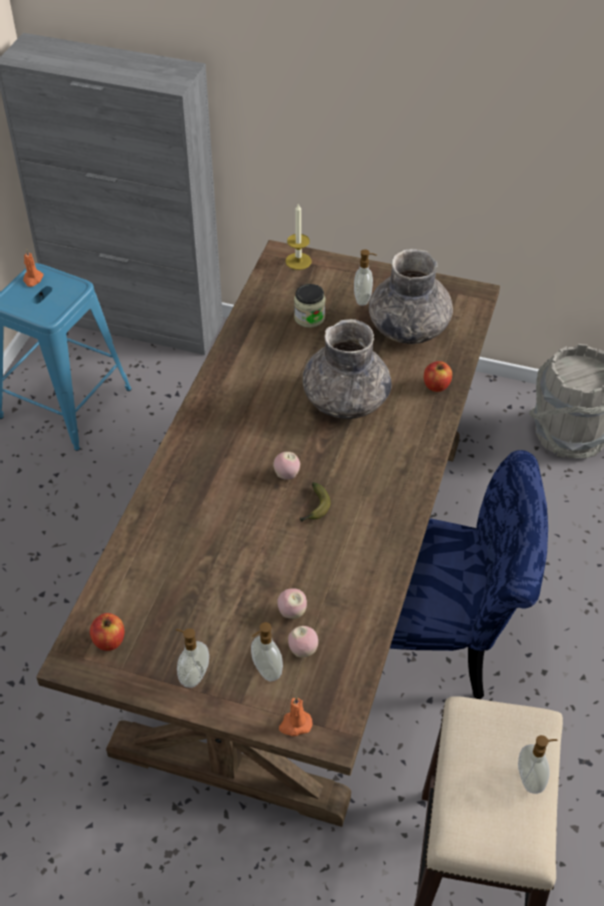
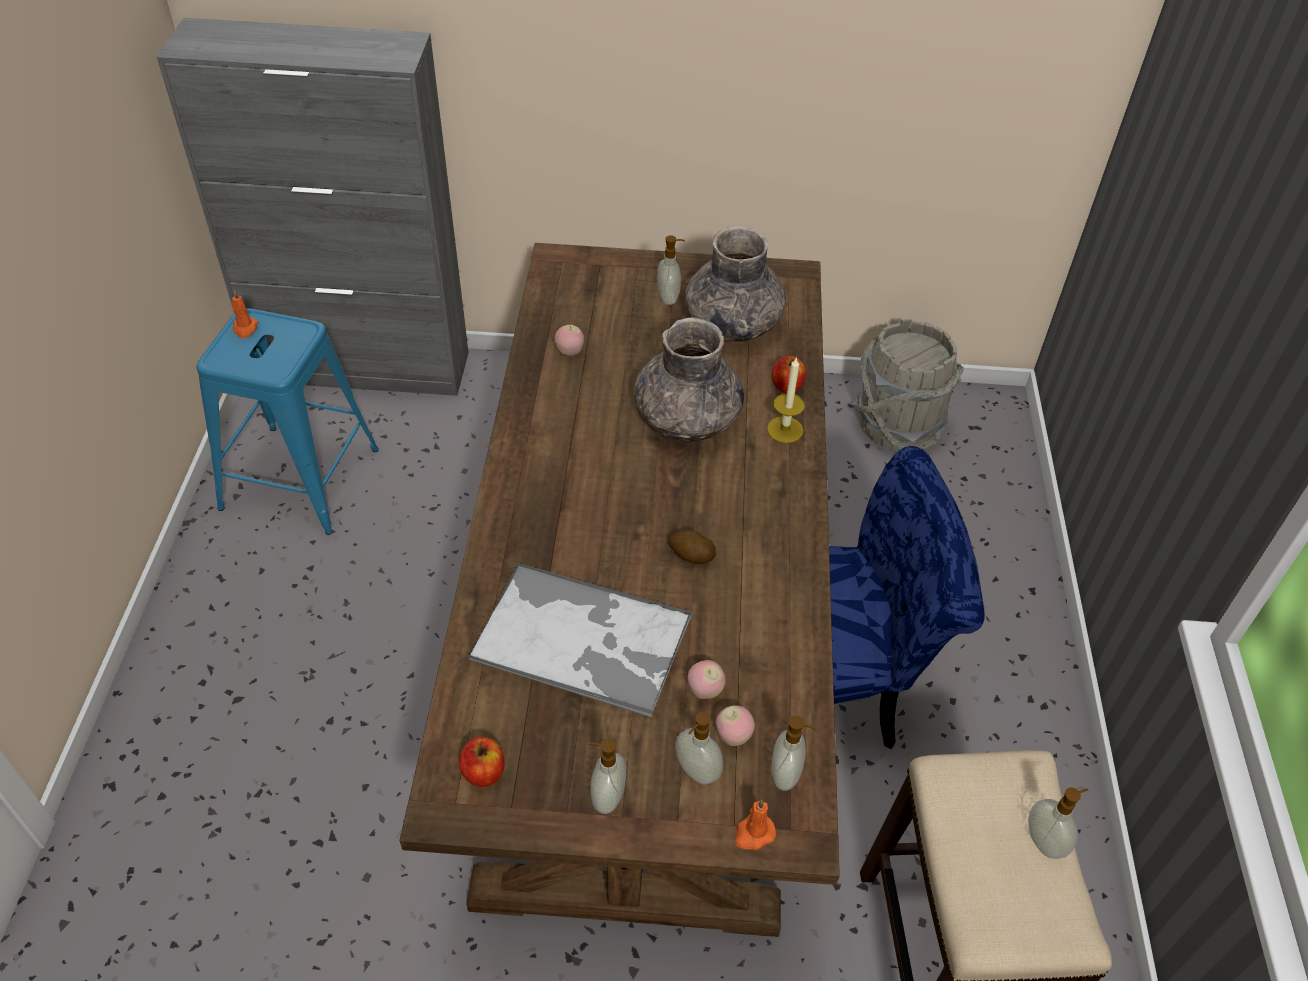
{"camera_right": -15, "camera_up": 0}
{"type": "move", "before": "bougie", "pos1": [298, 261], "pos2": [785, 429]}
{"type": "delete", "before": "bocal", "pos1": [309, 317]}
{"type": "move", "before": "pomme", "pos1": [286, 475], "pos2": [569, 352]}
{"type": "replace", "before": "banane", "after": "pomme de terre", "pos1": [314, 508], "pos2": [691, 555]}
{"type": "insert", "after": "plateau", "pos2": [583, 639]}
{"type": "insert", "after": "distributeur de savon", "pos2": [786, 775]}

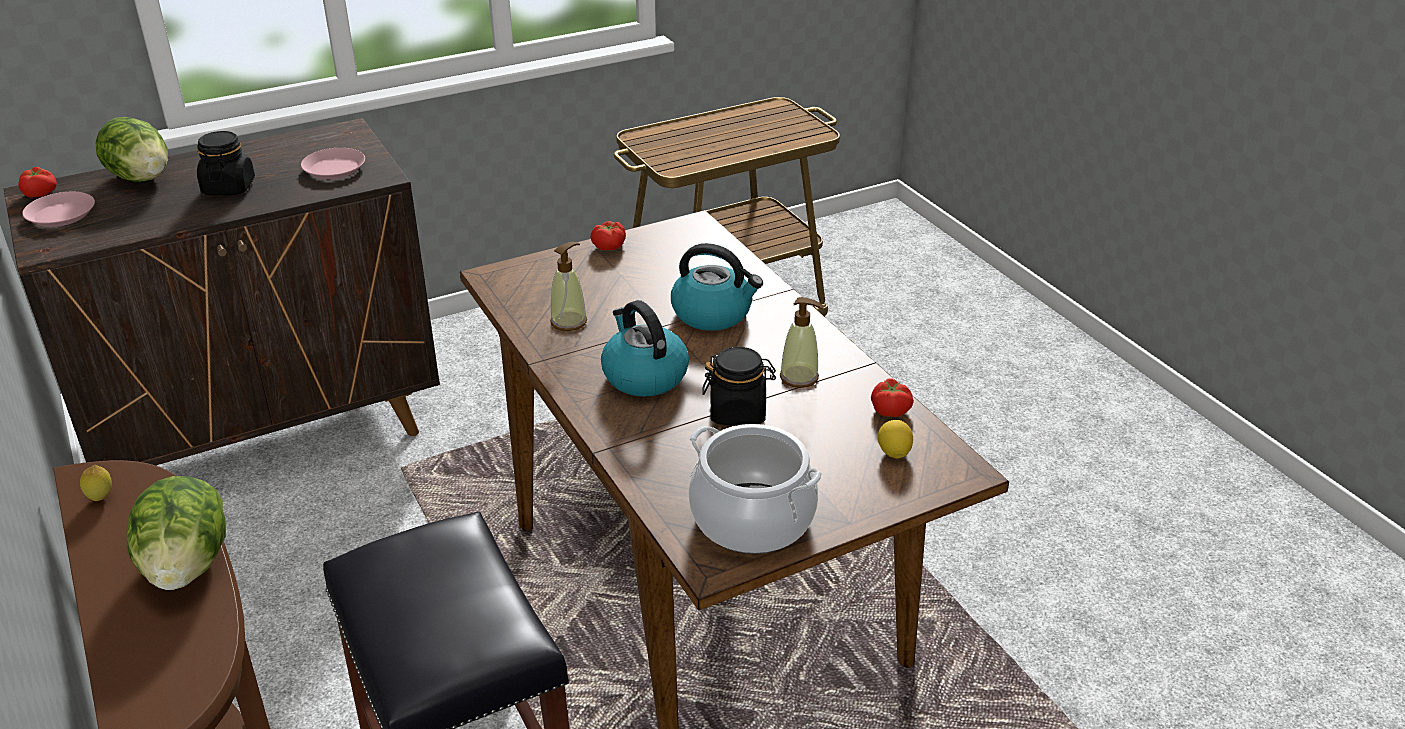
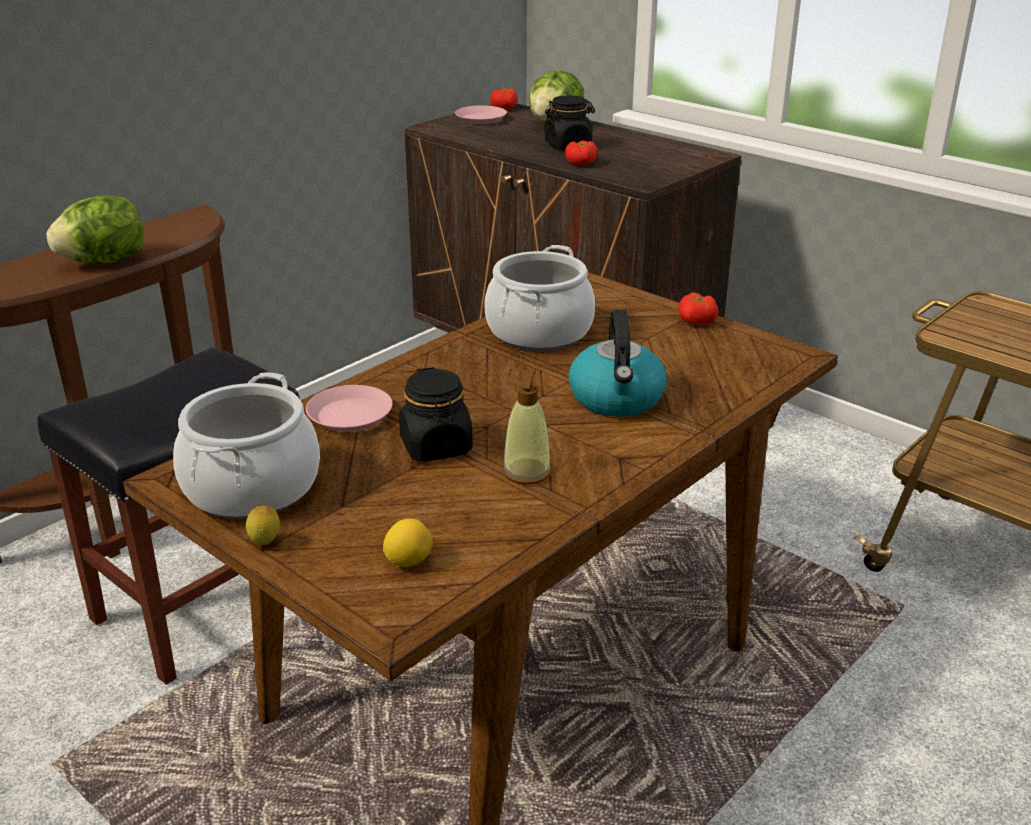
{"camera_right": 70, "camera_up": -5}
{"type": "move", "before": "assiette/rose", "pos1": [334, 168], "pos2": [350, 415]}
{"type": "replace", "before": "distributeur de savon", "after": "marmite", "pos1": [569, 321], "pos2": [538, 332]}
{"type": "delete", "before": "bouilloire", "pos1": [643, 375]}
{"type": "move", "before": "tomate", "pos1": [891, 410], "pos2": [581, 164]}
{"type": "move", "before": "citron", "pos1": [101, 498], "pos2": [265, 544]}

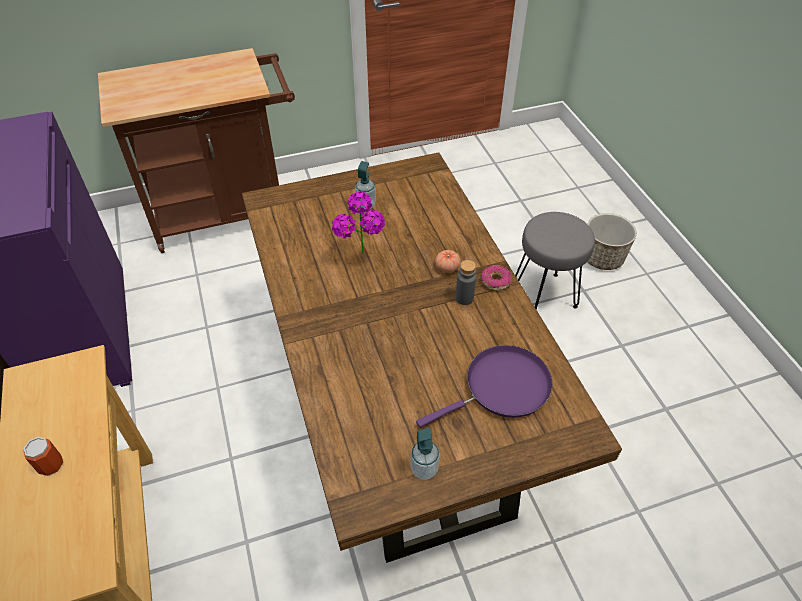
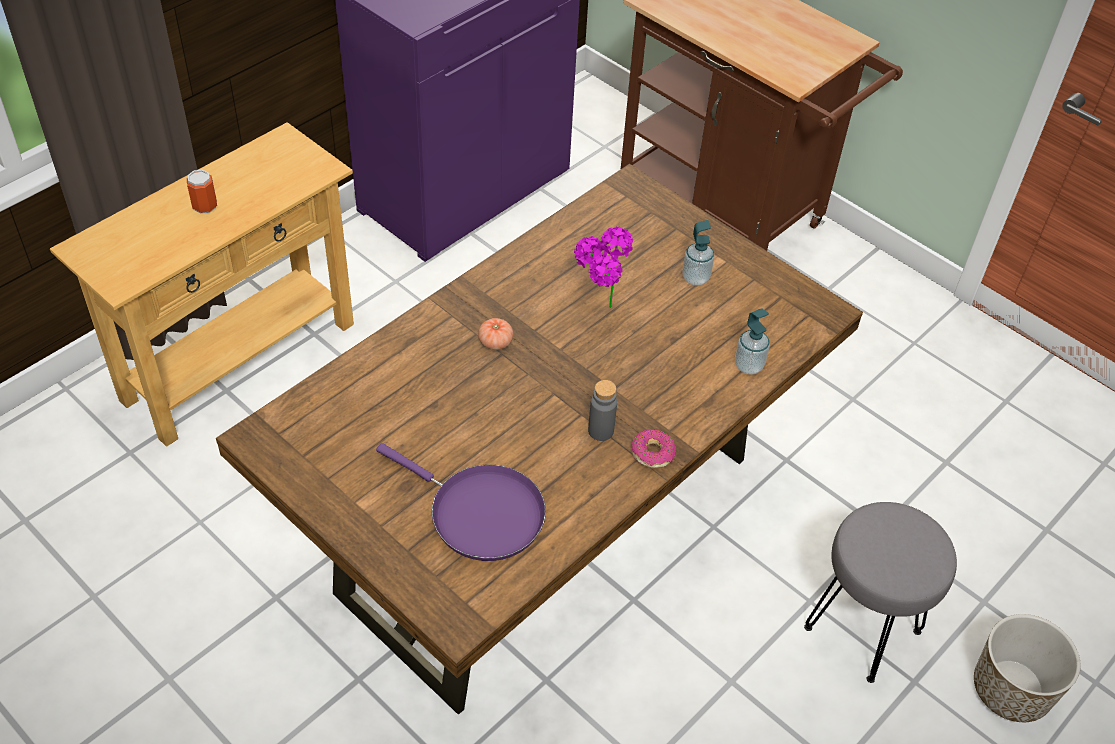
{"camera_right": 60, "camera_up": 0}
{"type": "move", "before": "tomate", "pos1": [447, 267], "pos2": [495, 342]}
{"type": "move", "before": "distributeur de savon", "pos1": [424, 469], "pos2": [748, 366]}

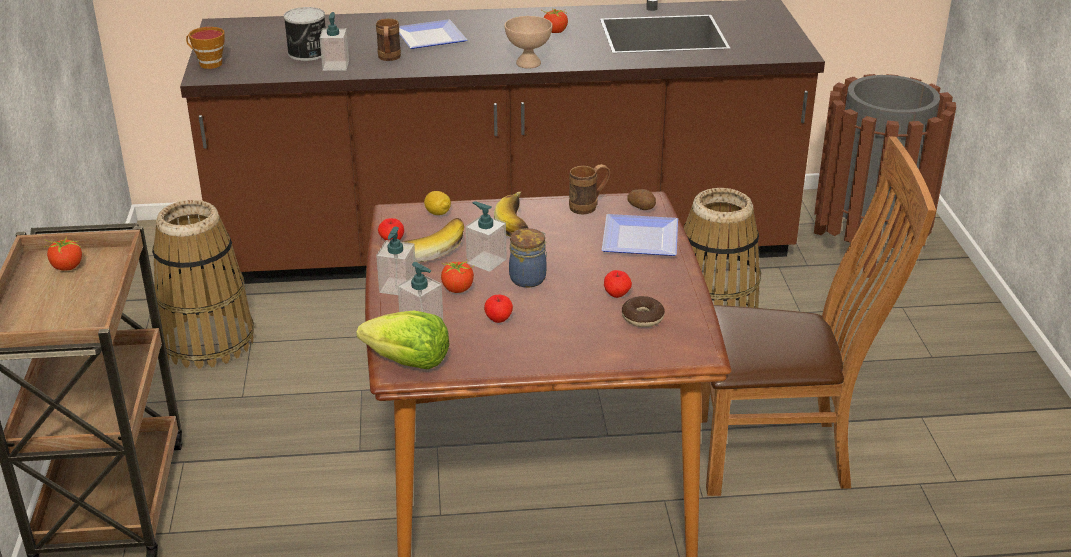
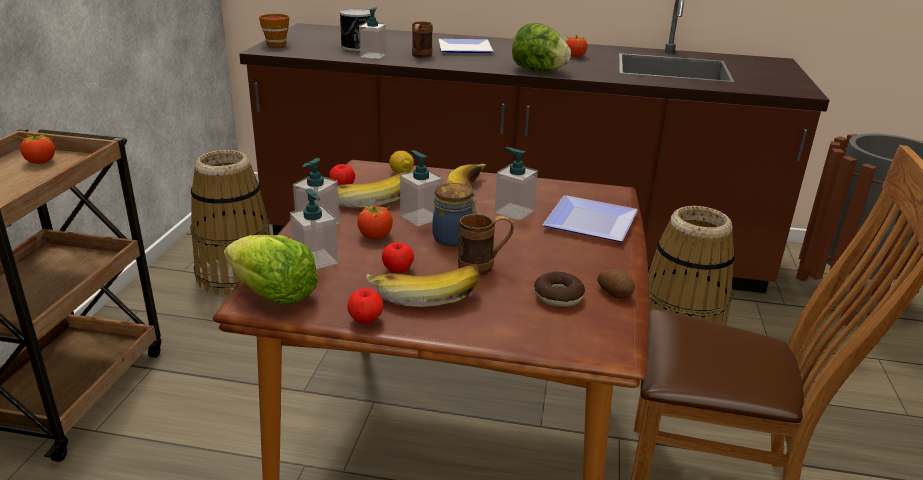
{"camera_right": 15, "camera_up": -5}
{"type": "replace", "before": "bol/beige", "after": "laitue", "pos1": [528, 63], "pos2": [538, 71]}
{"type": "move", "before": "mug/marron", "pos1": [589, 206], "pos2": [484, 267]}
{"type": "move", "before": "pomme de terre", "pos1": [641, 207], "pos2": [615, 293]}
{"type": "move", "before": "pomme", "pos1": [617, 294], "pos2": [366, 320]}
{"type": "insert", "after": "distributeur de savon", "pos2": [514, 211]}
{"type": "insert", "after": "banane", "pos2": [425, 293]}

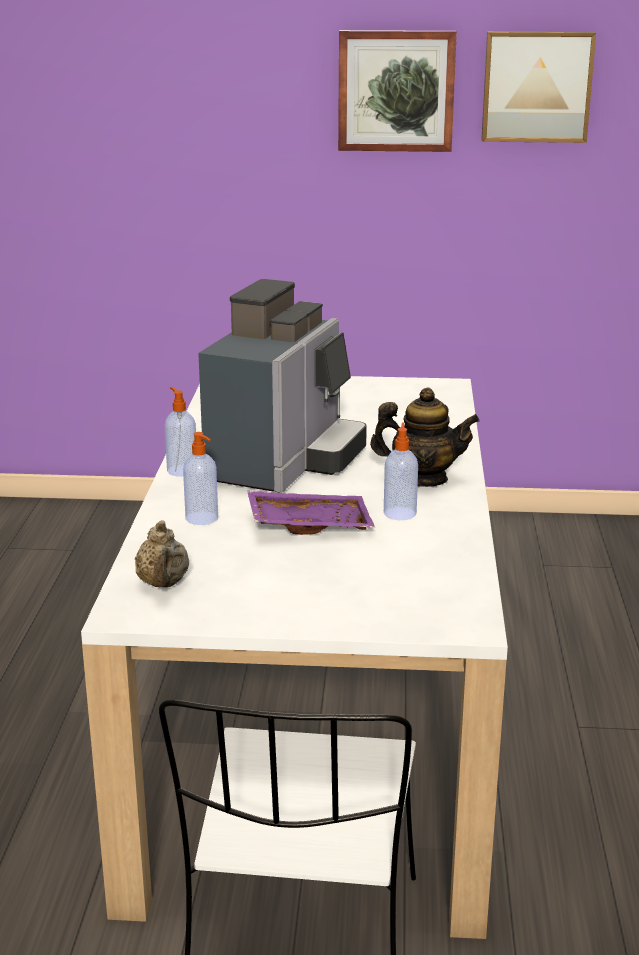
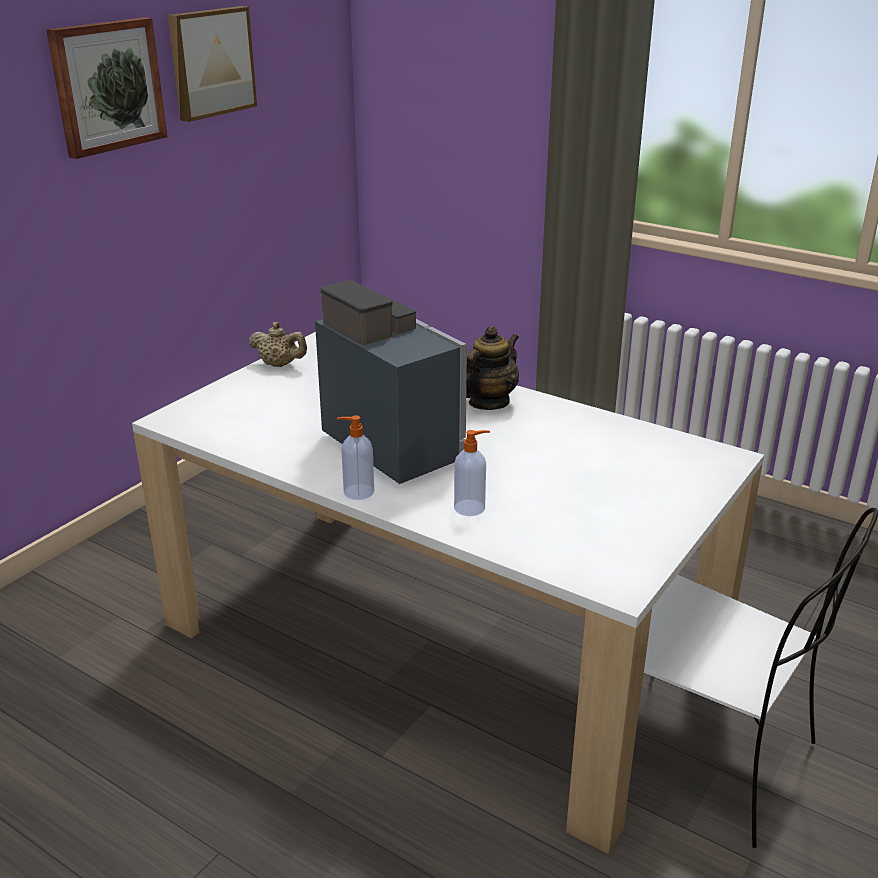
{"camera_right": -60, "camera_up": 5}
{"type": "delete", "before": "distributeur de savon", "pos1": [400, 513]}
{"type": "delete", "before": "plateau/violet", "pos1": [309, 524]}
{"type": "move", "before": "théière/beige", "pos1": [163, 584], "pos2": [280, 365]}

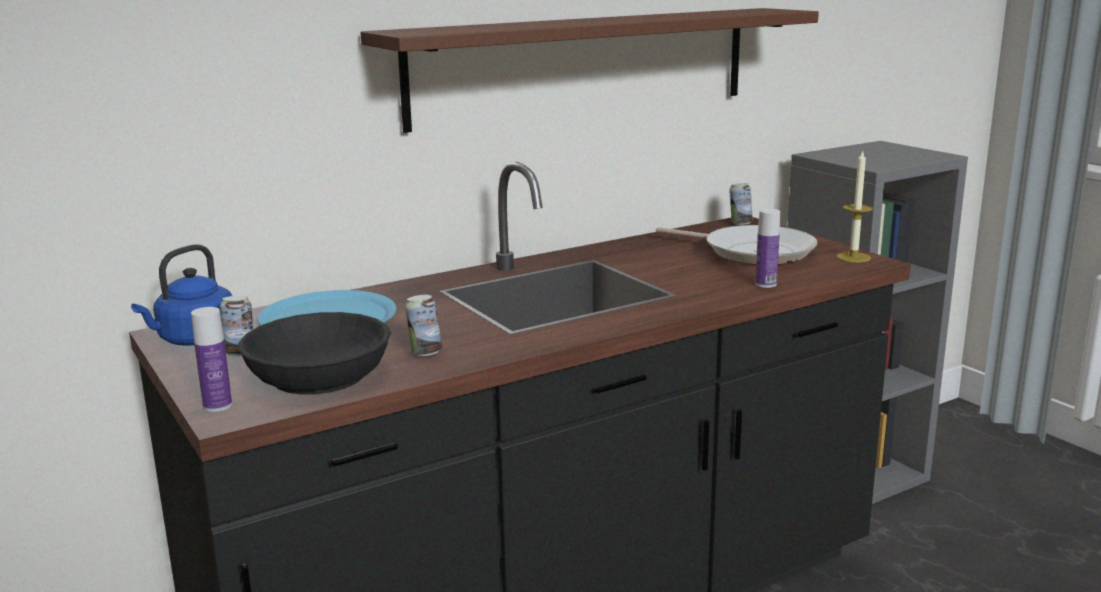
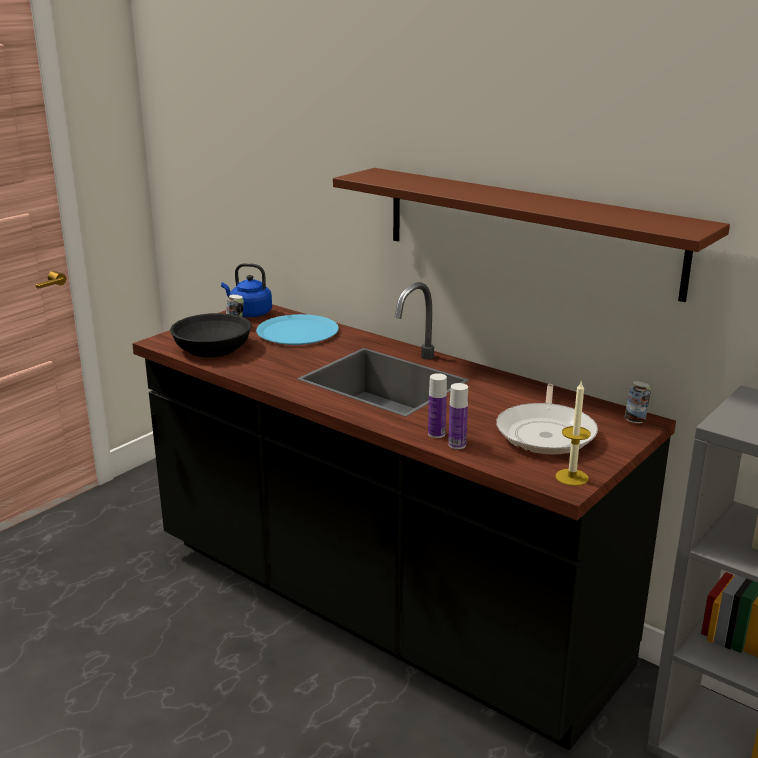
{"camera_right": 70, "camera_up": 5}
{"type": "delete", "before": "boîte métallique", "pos1": [425, 353]}
{"type": "move", "before": "bouteille", "pos1": [217, 406], "pos2": [436, 434]}

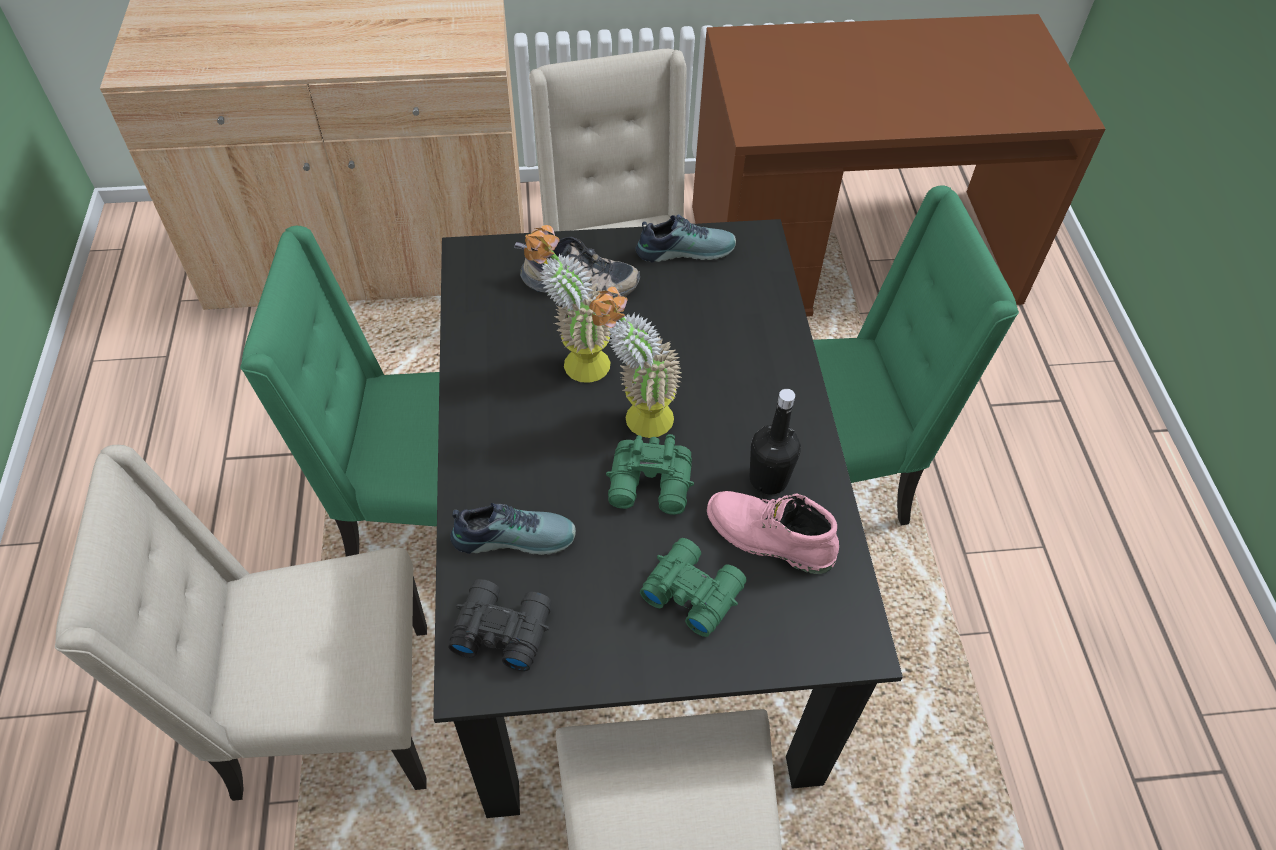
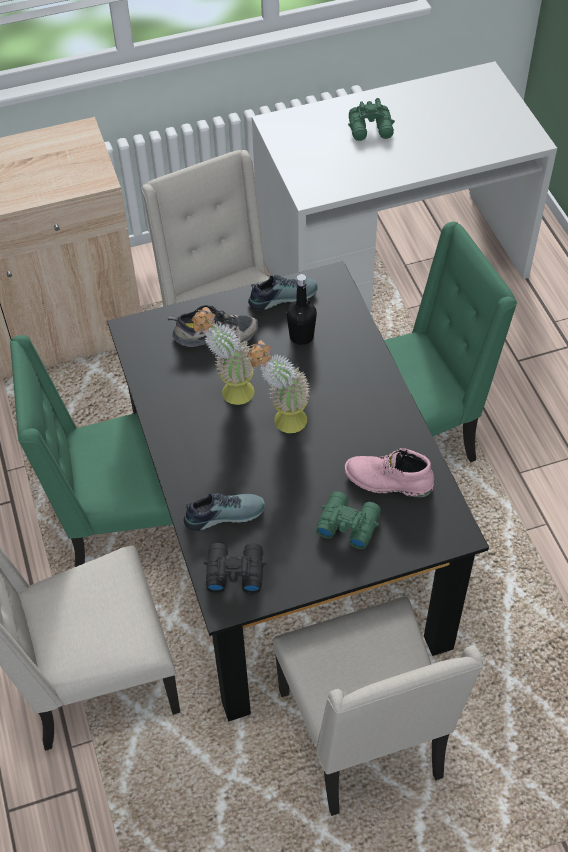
{"camera_right": -10, "camera_up": 0}
{"type": "recolor", "before": "bureau/marron", "after": "bureau/blanc", "pos1": [852, 253], "pos2": [391, 261]}
{"type": "move", "before": "bouteille/noir", "pos1": [768, 479], "pos2": [301, 336]}
{"type": "move", "before": "jumelles/vert", "pos1": [651, 486], "pos2": [371, 129]}

